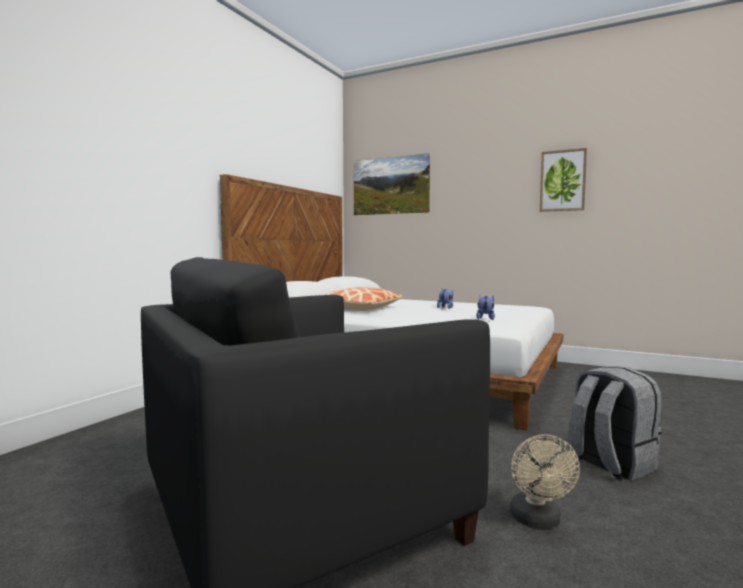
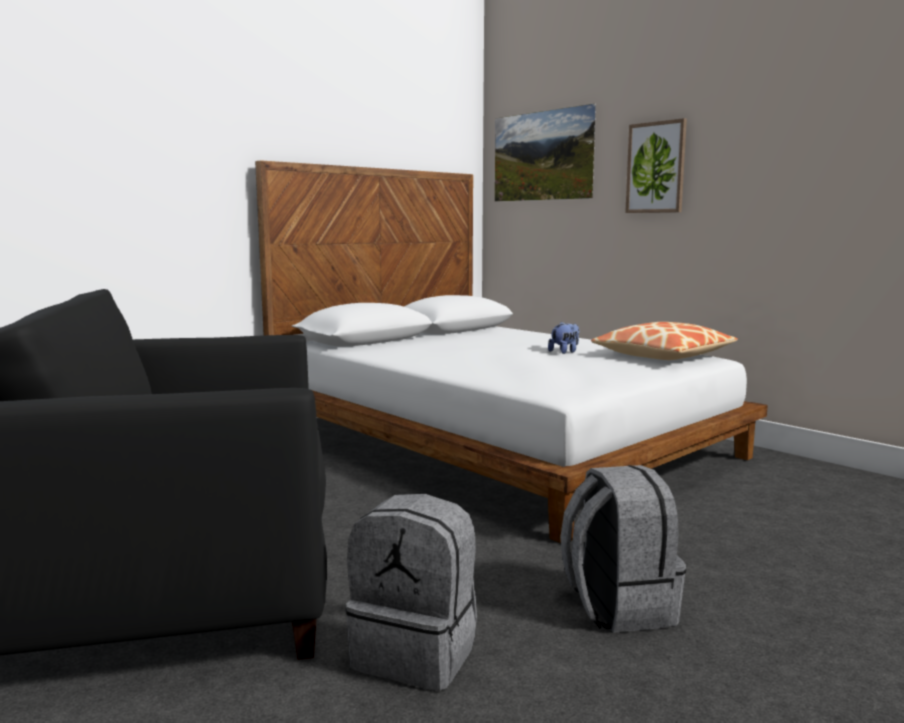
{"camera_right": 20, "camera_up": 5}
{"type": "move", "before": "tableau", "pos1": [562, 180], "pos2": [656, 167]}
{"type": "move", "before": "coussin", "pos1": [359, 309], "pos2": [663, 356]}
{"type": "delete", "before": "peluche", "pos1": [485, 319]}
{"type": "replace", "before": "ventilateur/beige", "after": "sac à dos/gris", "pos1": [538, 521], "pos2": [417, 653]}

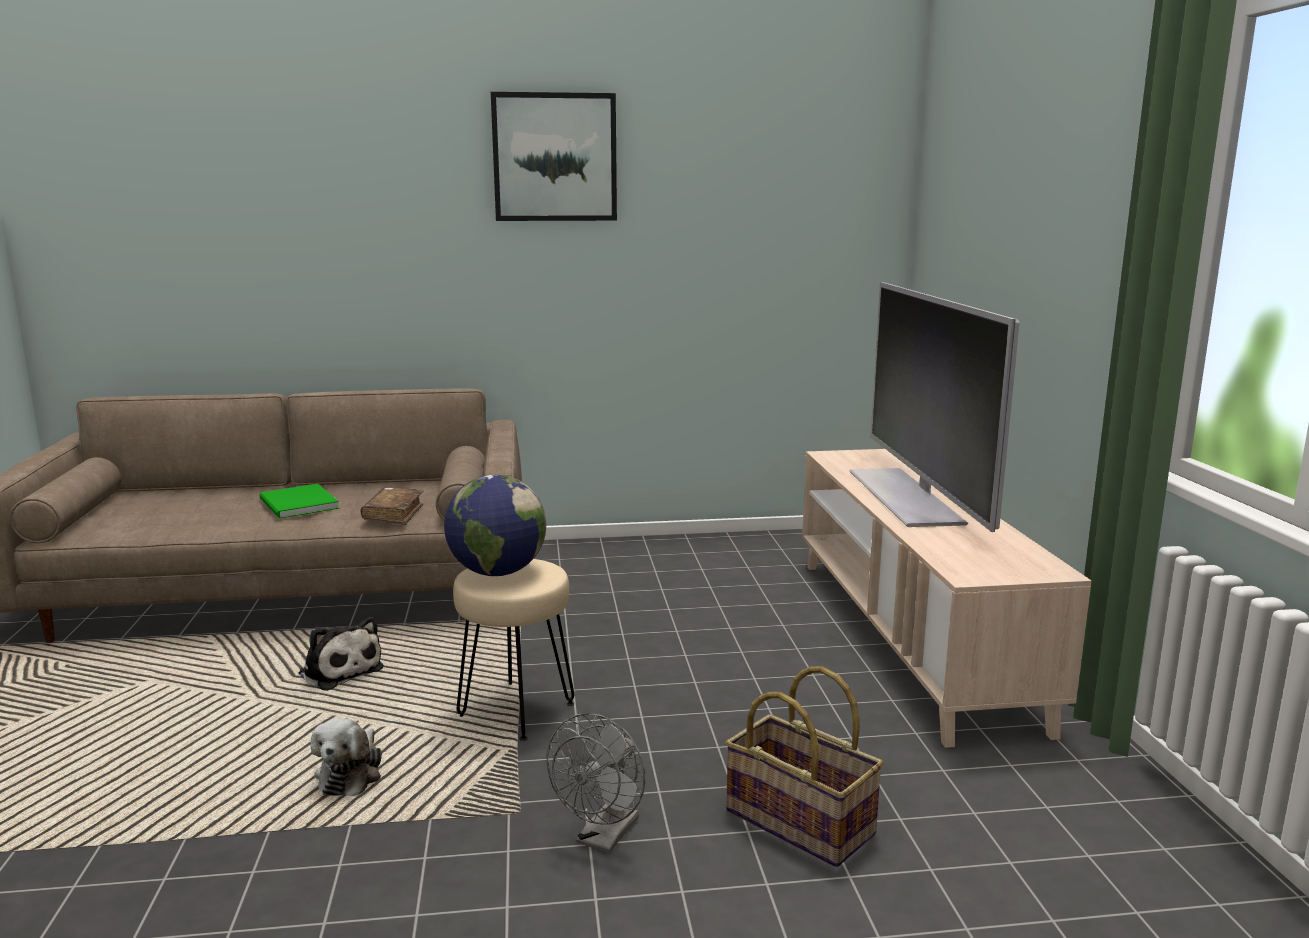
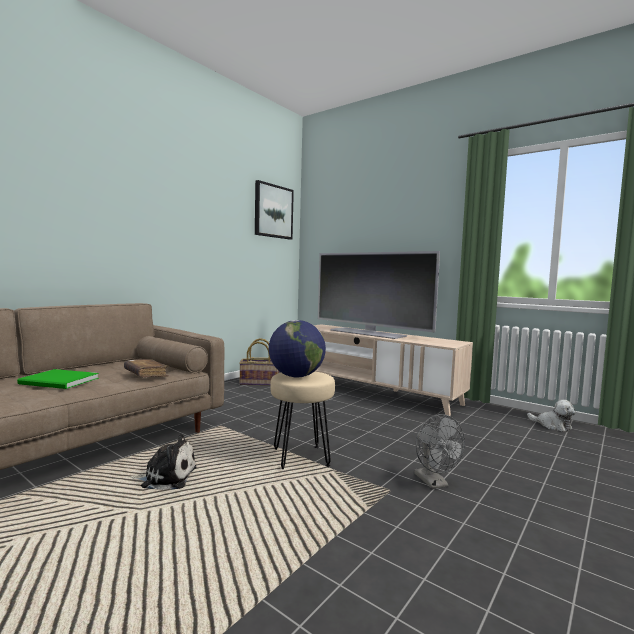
{"camera_right": -45, "camera_up": -10}
{"type": "move", "before": "tableau", "pos1": [554, 157], "pos2": [273, 211]}
{"type": "move", "before": "panier", "pos1": [801, 821], "pos2": [259, 382]}
{"type": "move", "before": "peluche", "pos1": [351, 775], "pos2": [552, 425]}

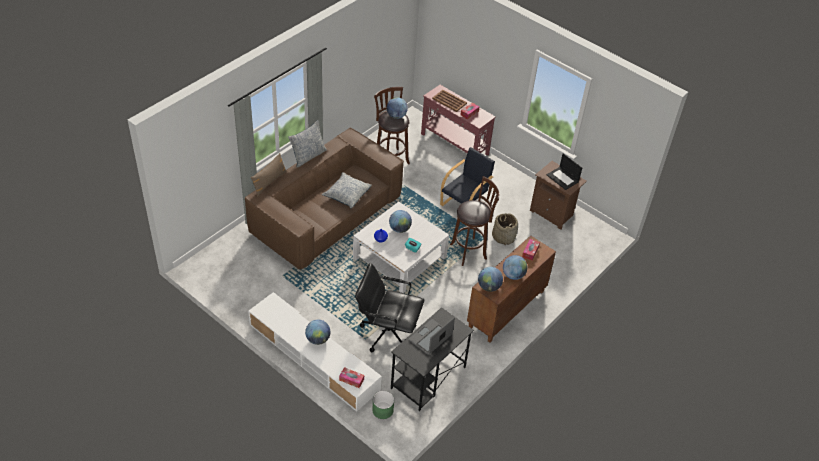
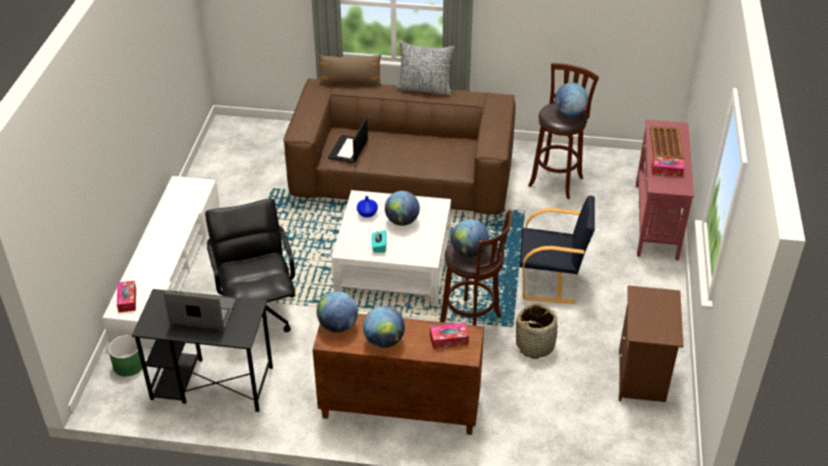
{"camera_right": 60, "camera_up": -5}
{"type": "move", "before": "ordinateur portable", "pos1": [563, 178], "pos2": [348, 150]}
{"type": "delete", "before": "coussin", "pos1": [347, 194]}
{"type": "move", "before": "globe", "pos1": [318, 339], "pos2": [469, 252]}

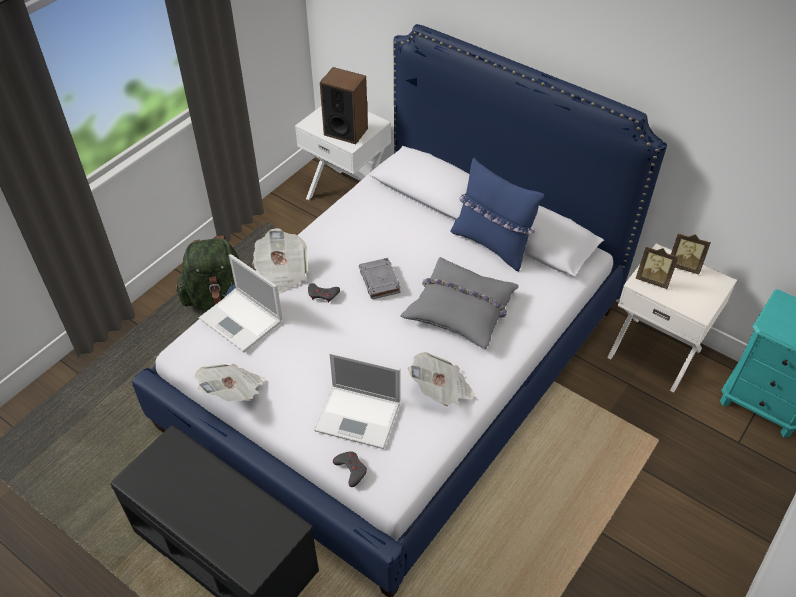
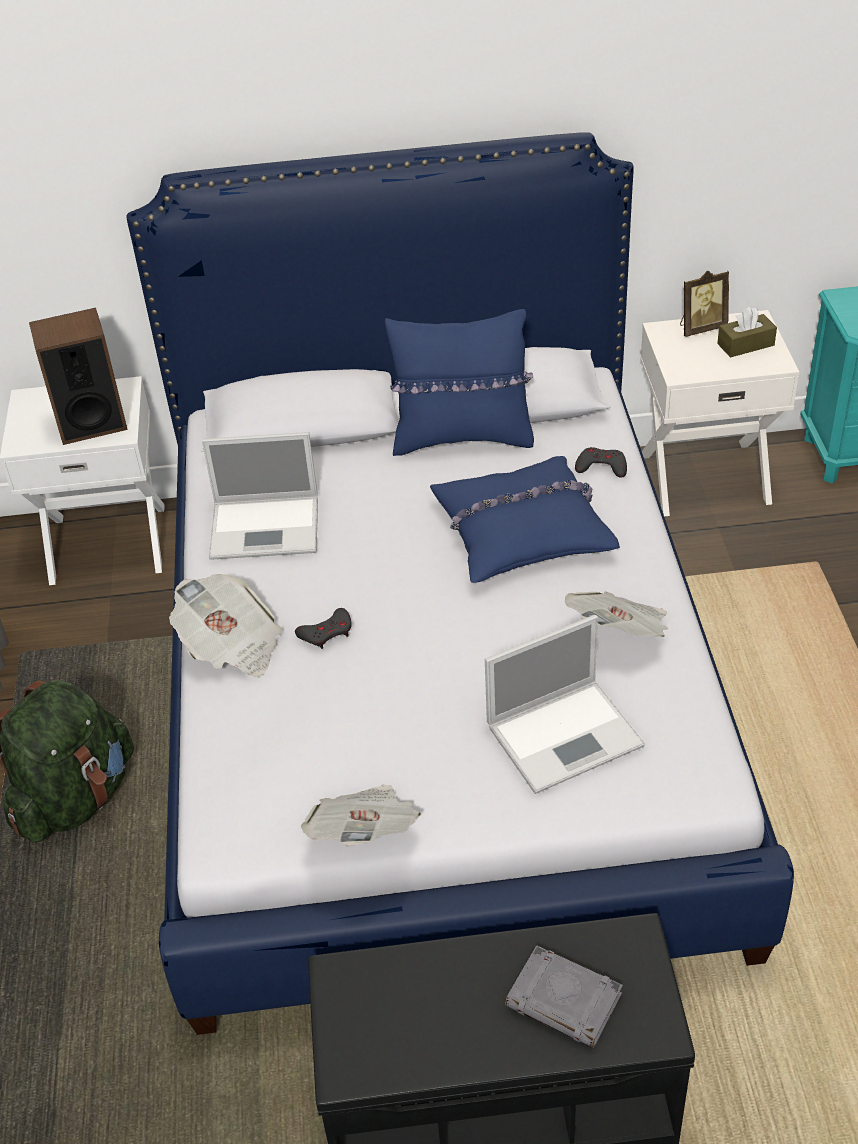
{"camera_right": -40, "camera_up": -5}
{"type": "delete", "before": "cadre photo", "pos1": [652, 280]}
{"type": "move", "before": "ordinateur portable", "pos1": [242, 320], "pos2": [267, 527]}
{"type": "recolor", "before": "coussin/gris", "after": "coussin/bleu", "pos1": [461, 309], "pos2": [522, 531]}
{"type": "move", "before": "livre/gris", "pos1": [380, 281], "pos2": [565, 1001]}
{"type": "move", "before": "manette/gris", "pos1": [351, 469], "pos2": [601, 466]}
{"type": "insert", "after": "boîte à mouchoirs/marron", "pos2": [745, 344]}

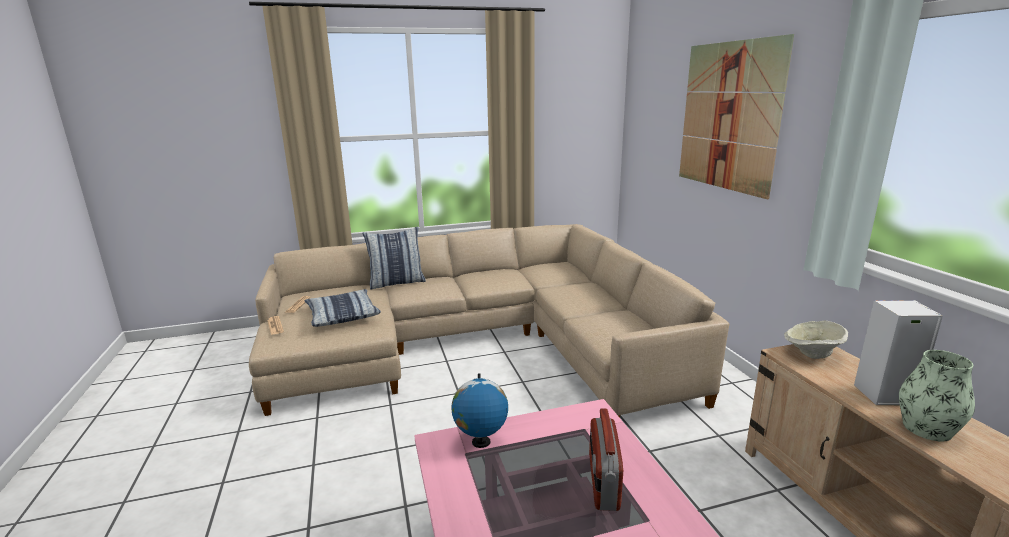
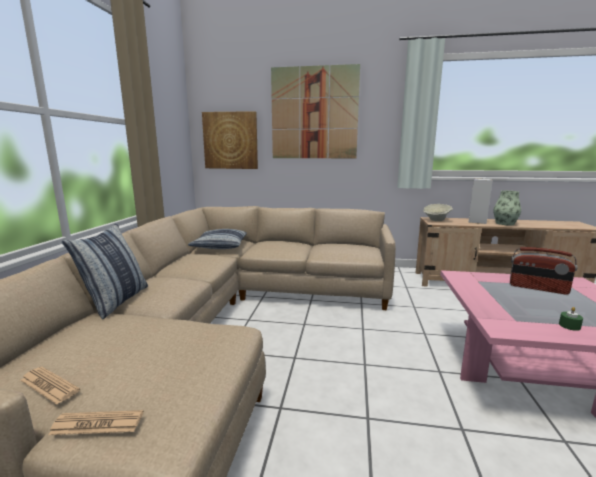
{"camera_right": -65, "camera_up": -5}
{"type": "move", "before": "coussin", "pos1": [342, 315], "pos2": [219, 245]}
{"type": "delete", "before": "globe", "pos1": [480, 442]}
{"type": "insert", "after": "tableau", "pos2": [230, 140]}
{"type": "insert", "after": "bougie/vert", "pos2": [569, 326]}

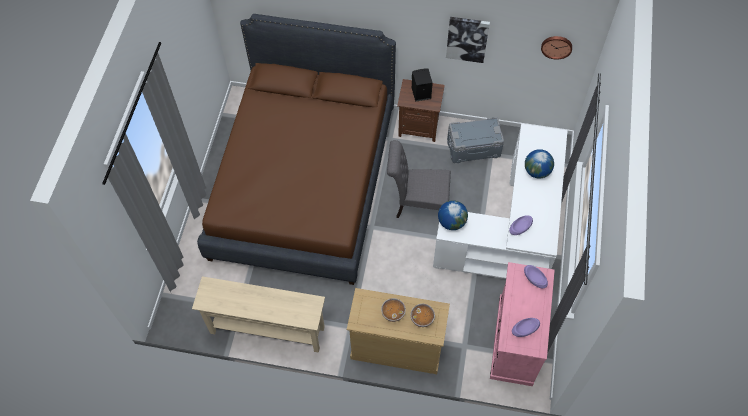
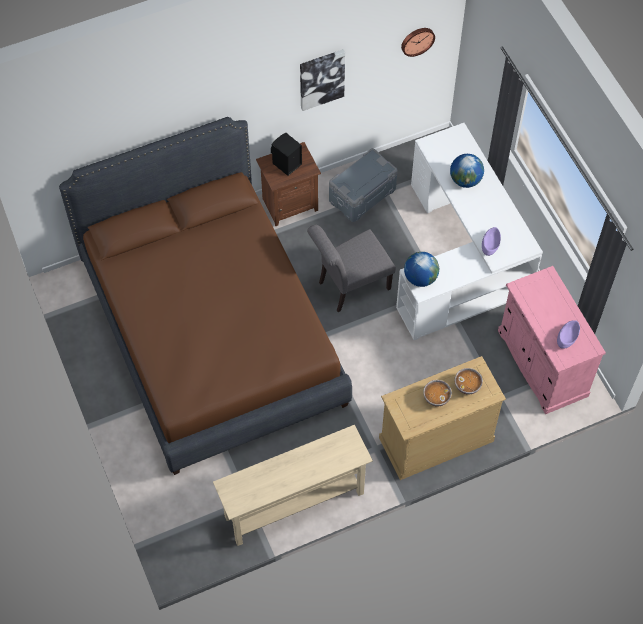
{"camera_right": -35, "camera_up": 0}
{"type": "delete", "before": "bol/violet", "pos1": [535, 279]}

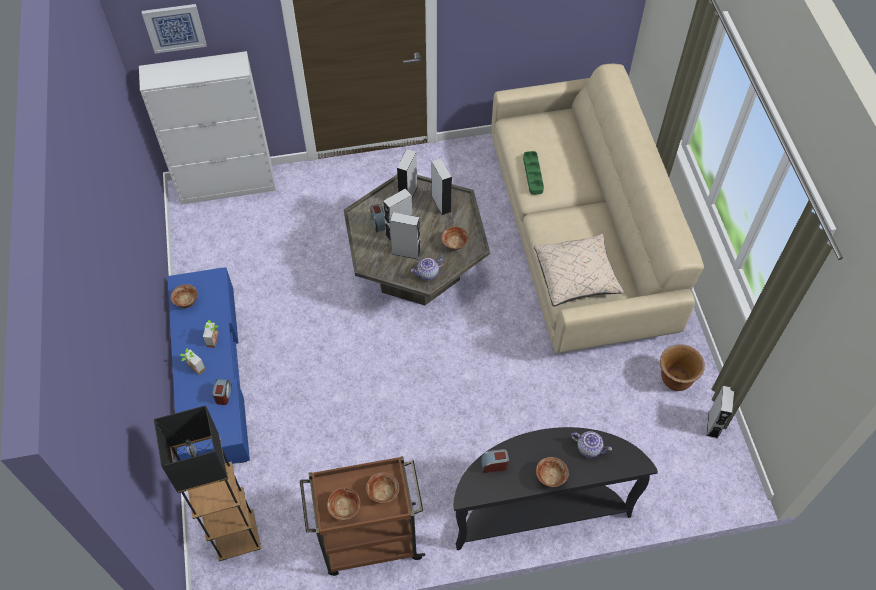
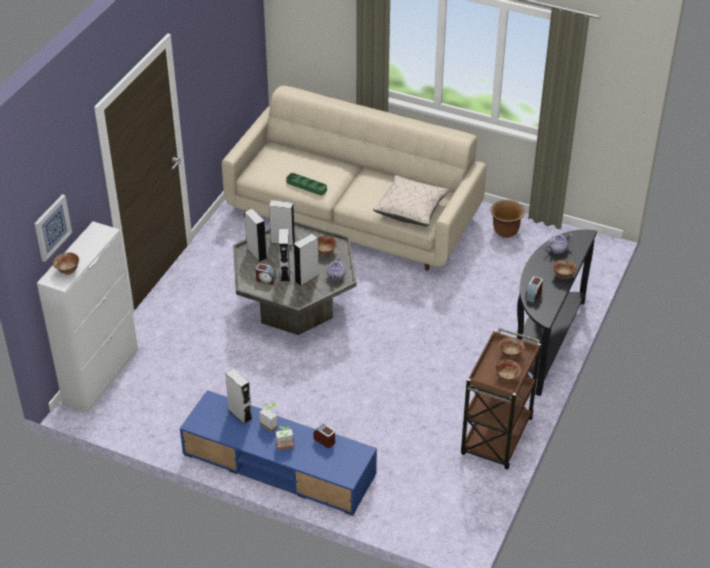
{"camera_right": -55, "camera_up": -15}
{"type": "move", "before": "bol", "pos1": [187, 302], "pos2": [68, 270]}
{"type": "move", "before": "enceinte/gris", "pos1": [713, 424], "pos2": [240, 414]}
{"type": "delete", "before": "lampadaire/noir", "pos1": [237, 537]}

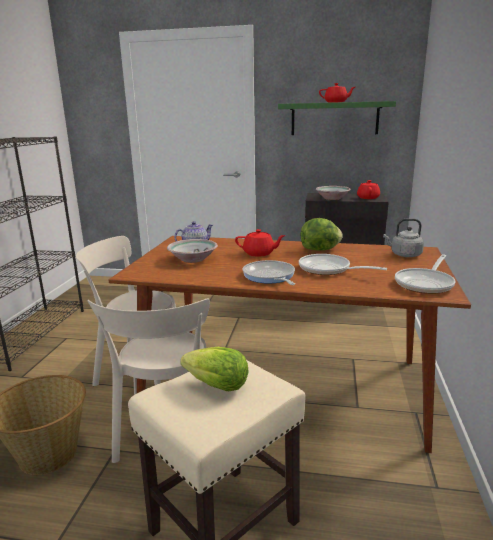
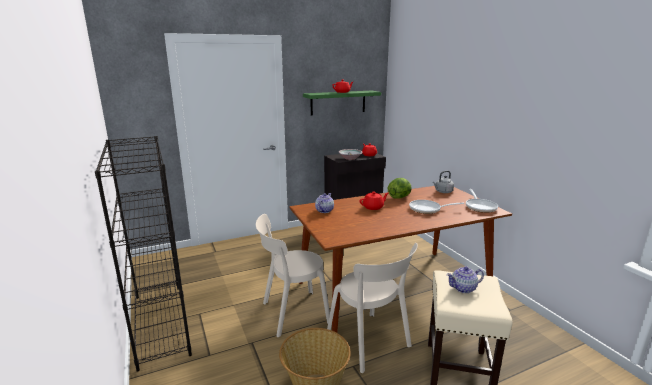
{"camera_right": -35, "camera_up": 0}
{"type": "delete", "before": "bol", "pos1": [193, 259]}
{"type": "delete", "before": "poêle", "pos1": [269, 276]}
{"type": "replace", "before": "laitue", "after": "théière", "pos1": [217, 386], "pos2": [463, 288]}

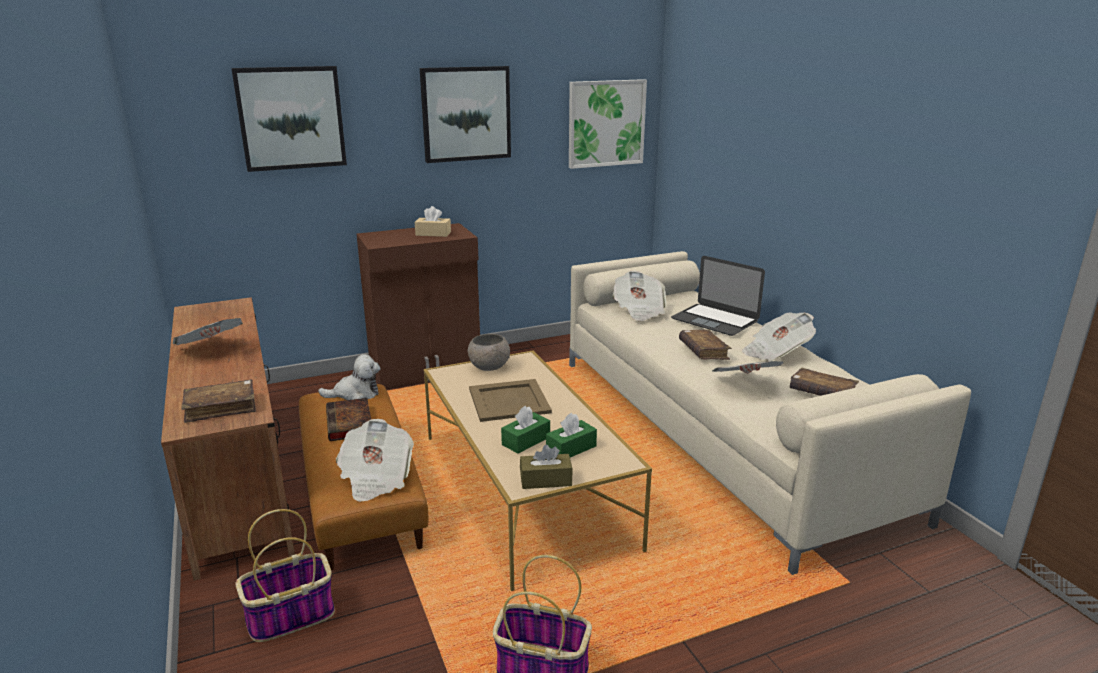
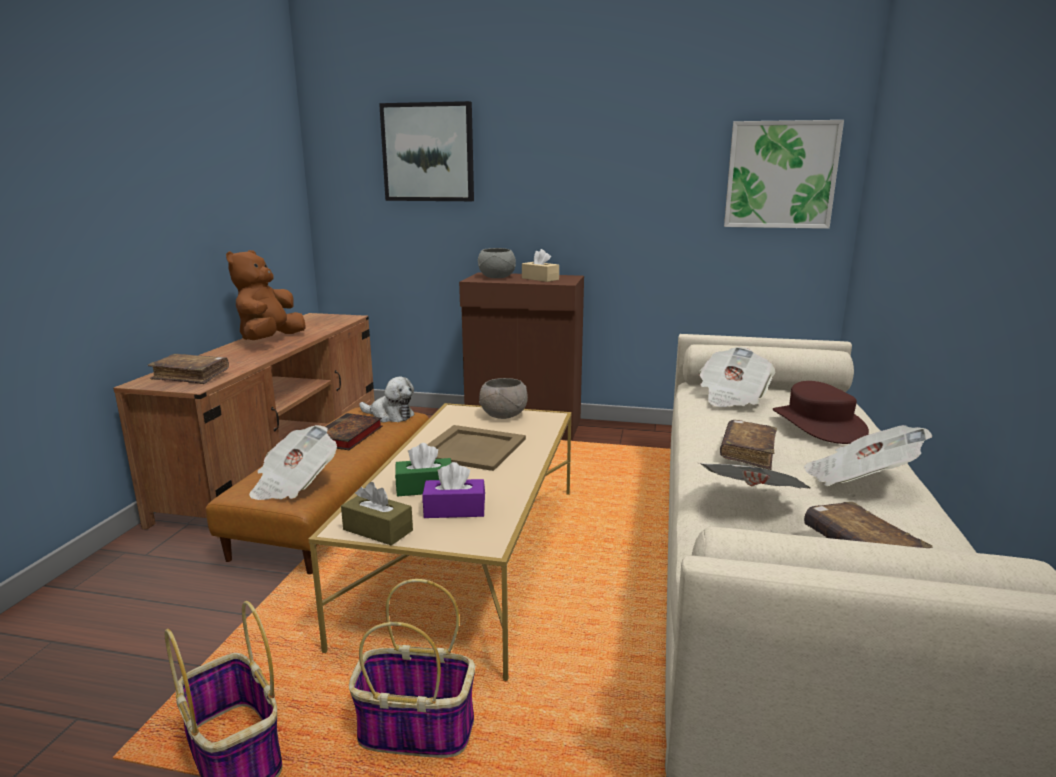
{"camera_right": 35, "camera_up": -5}
{"type": "delete", "before": "tableau", "pos1": [466, 114]}
{"type": "replace", "before": "ordinateur portable", "after": "chapeau/marron", "pos1": [714, 319], "pos2": [818, 424]}
{"type": "replace", "before": "journal", "after": "peluche/marron", "pos1": [210, 349], "pos2": [270, 340]}
{"type": "recolor", "before": "boîte à mouchoirs/vert", "after": "boîte à mouchoirs/violet", "pos1": [571, 448], "pos2": [454, 510]}
{"type": "move", "before": "panier", "pos1": [289, 617], "pos2": [413, 730]}
{"type": "insert", "after": "bol/gris", "pos2": [496, 277]}

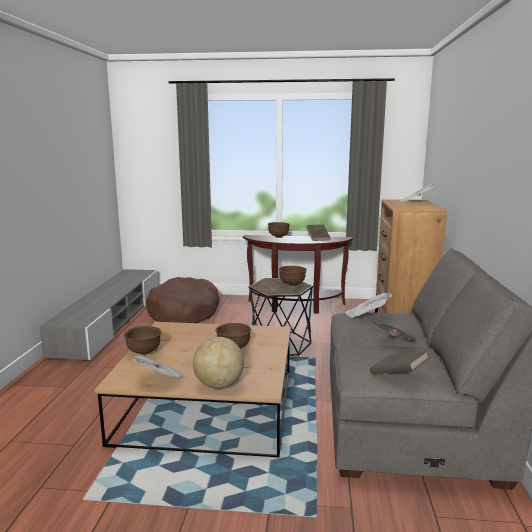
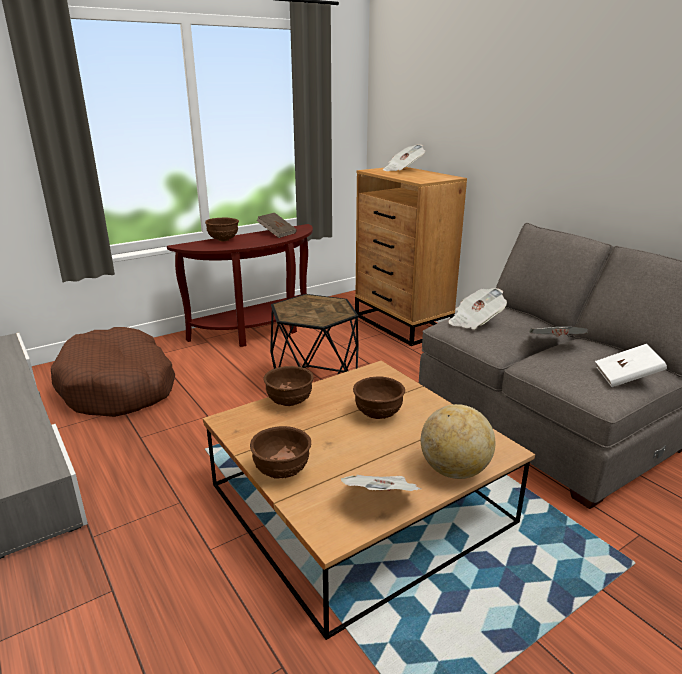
{"camera_right": -40, "camera_up": 10}
{"type": "move", "before": "bol/marron", "pos1": [292, 284], "pos2": [290, 402]}
{"type": "recolor", "before": "livre/marron", "after": "livre/blanc", "pos1": [398, 374], "pos2": [626, 378]}

